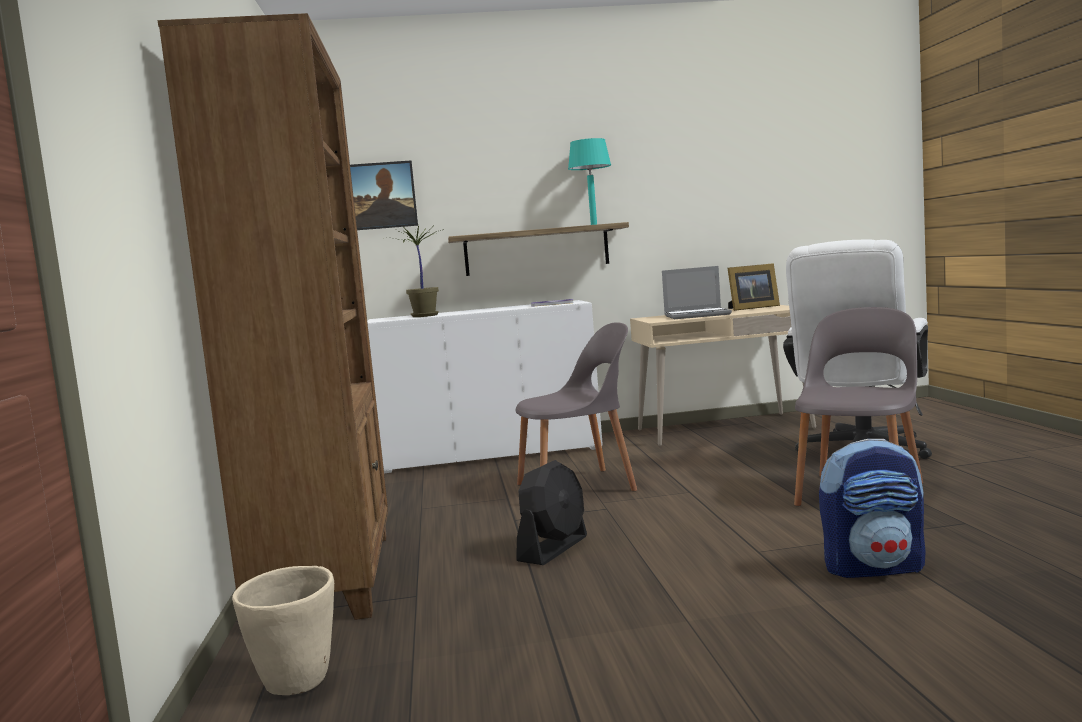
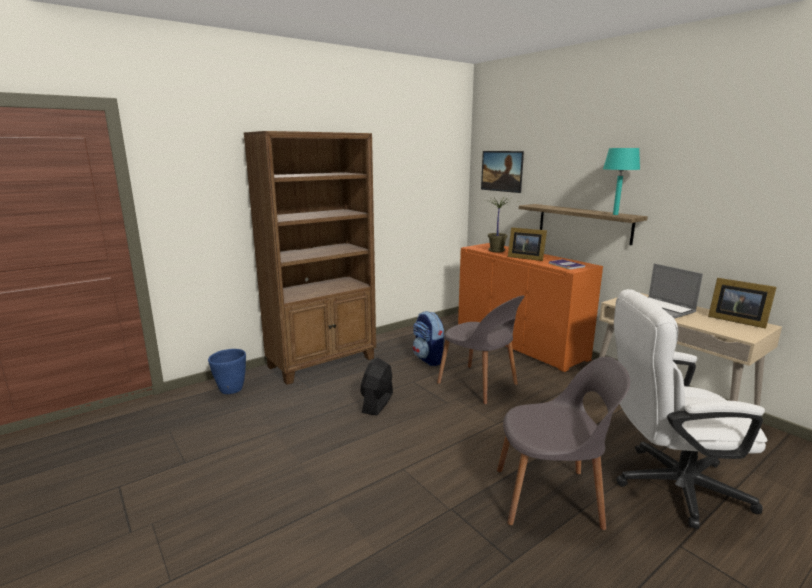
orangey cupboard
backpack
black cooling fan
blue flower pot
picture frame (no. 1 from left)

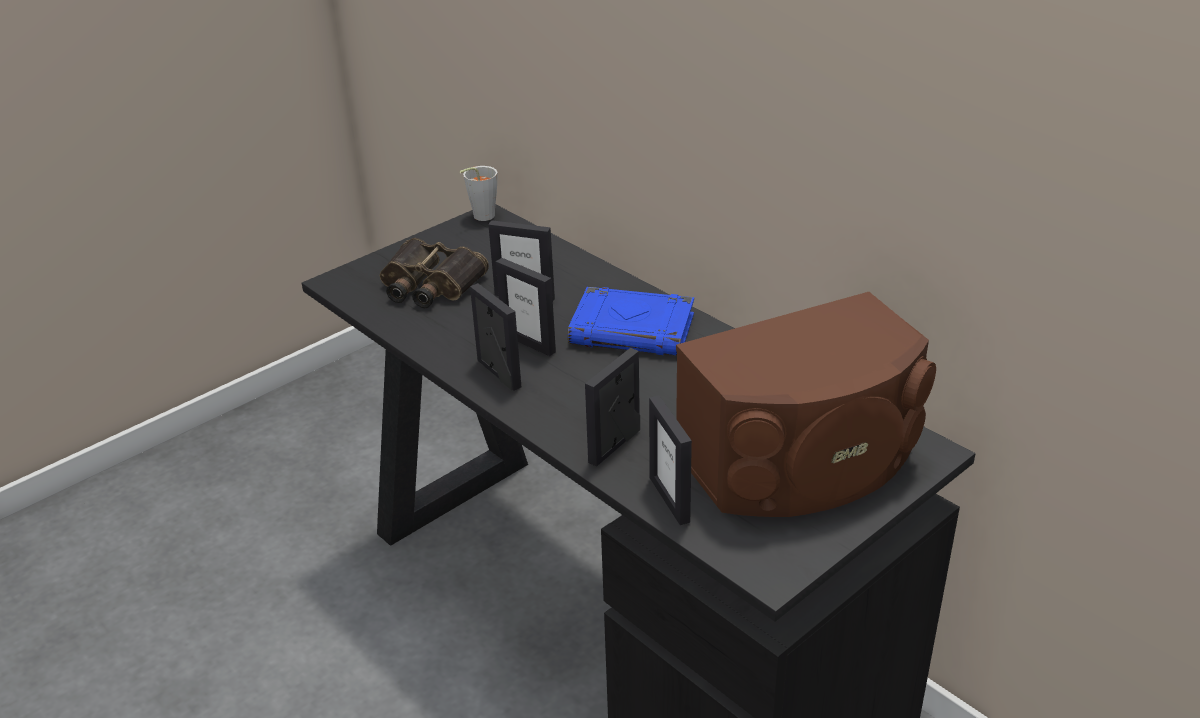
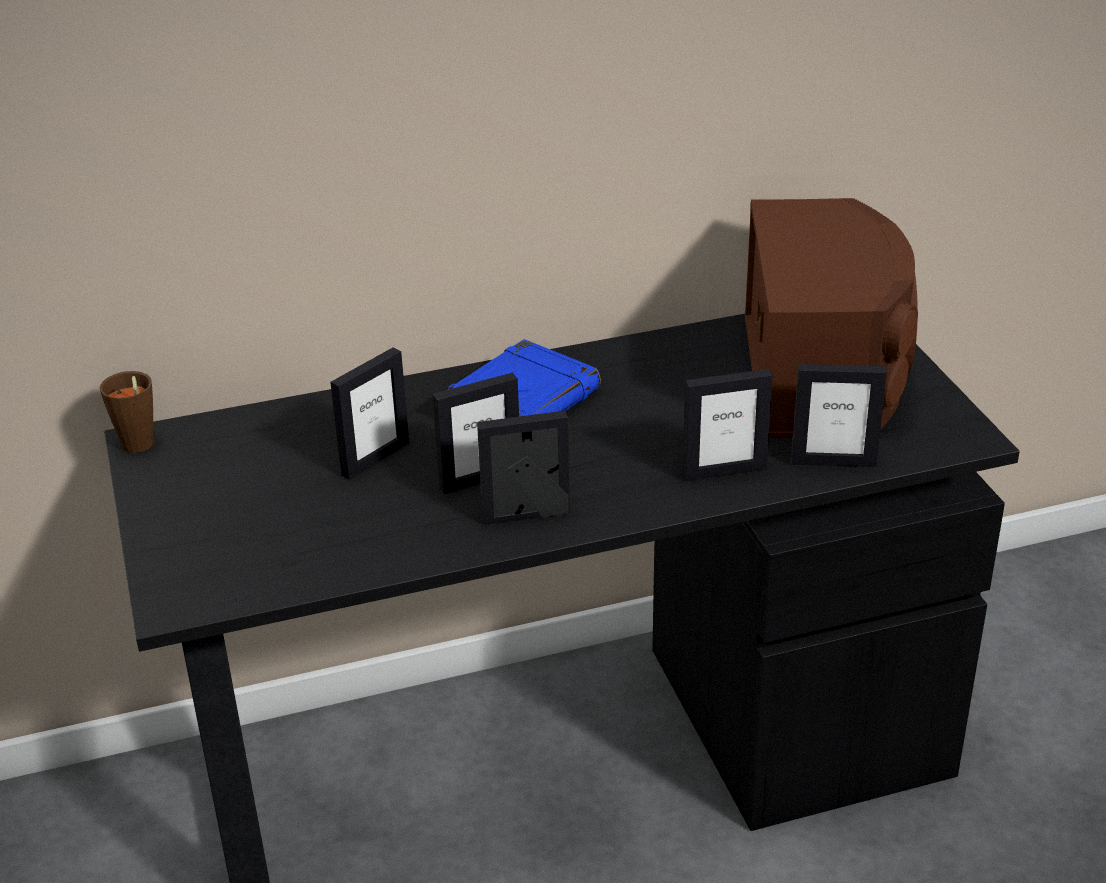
brown-coloured drinking cup
field glasses
picture frame (no. 4 from left)

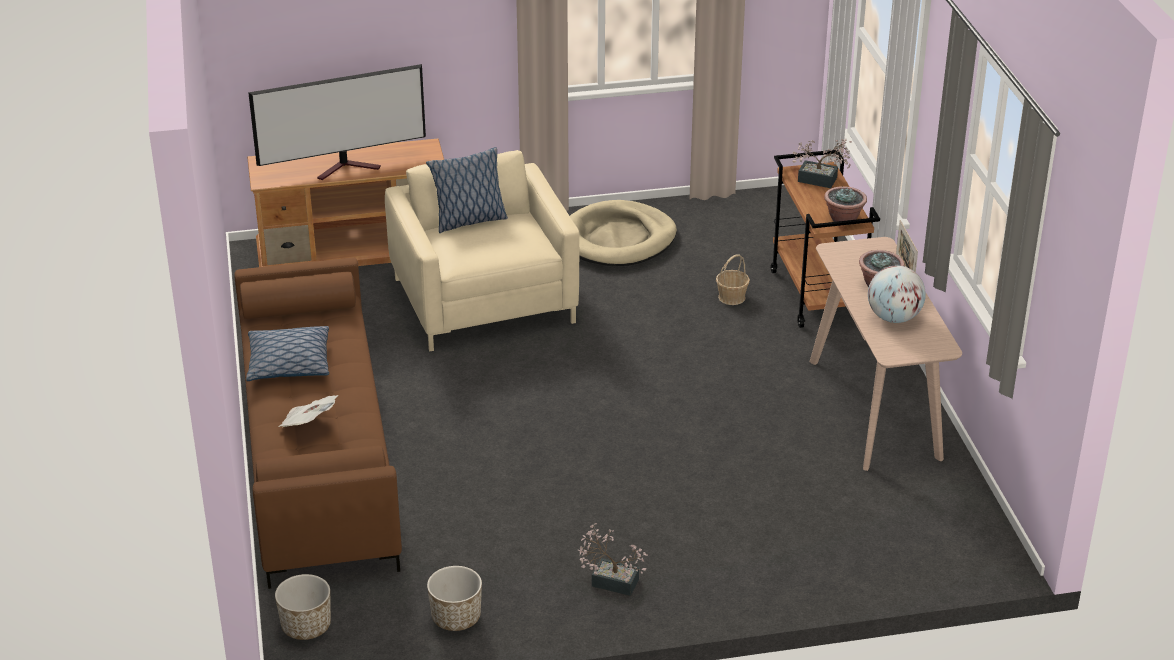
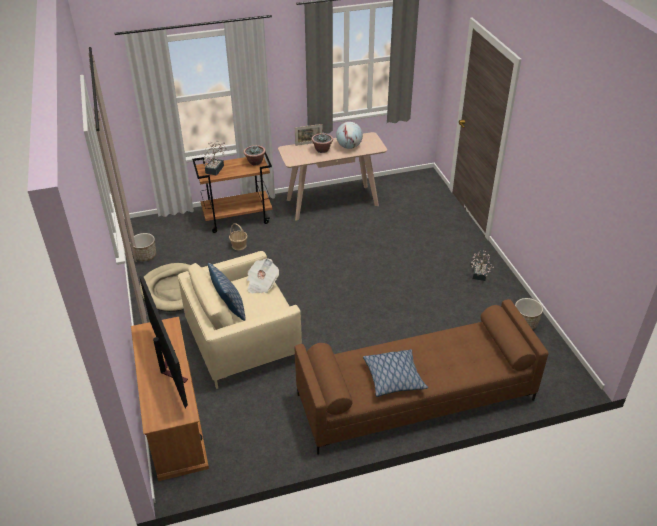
daily paper
flower pot (no. 1 from left)

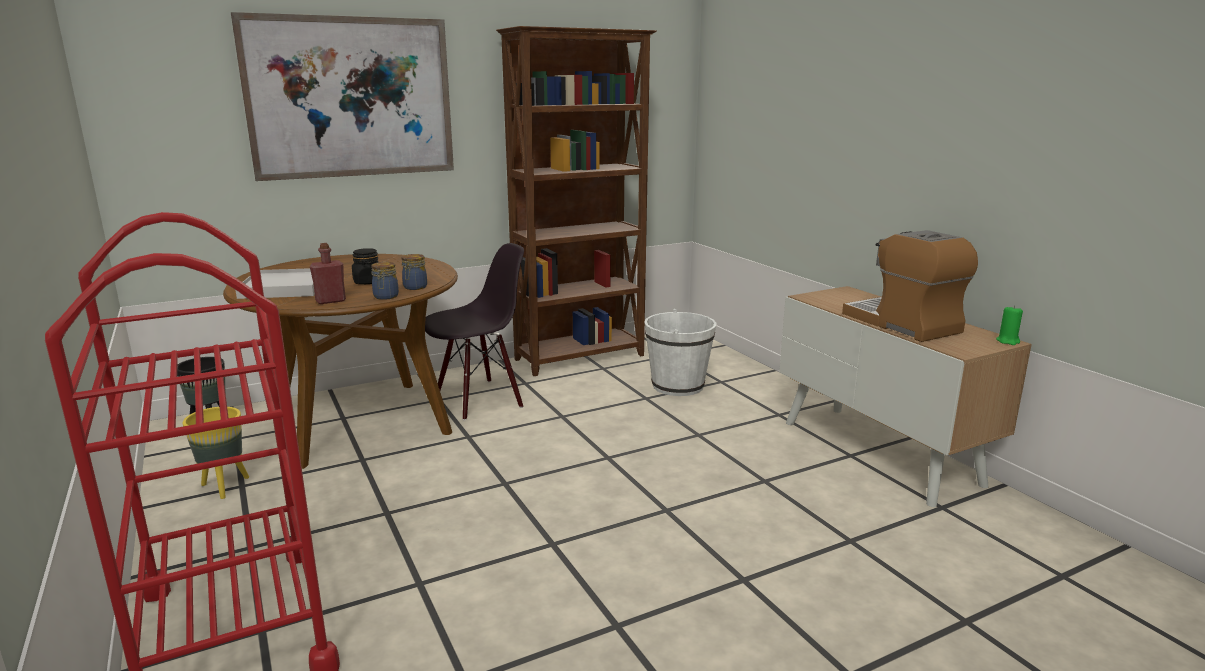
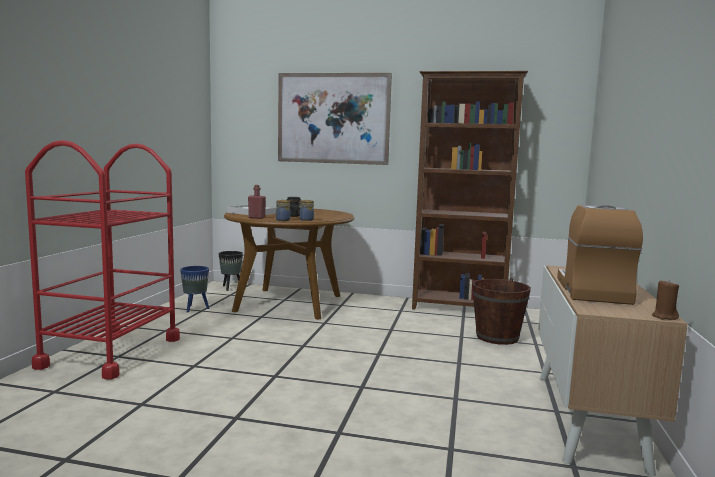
black chair
brown-coloured wax candle
brown-coloured pail
blue flower pot

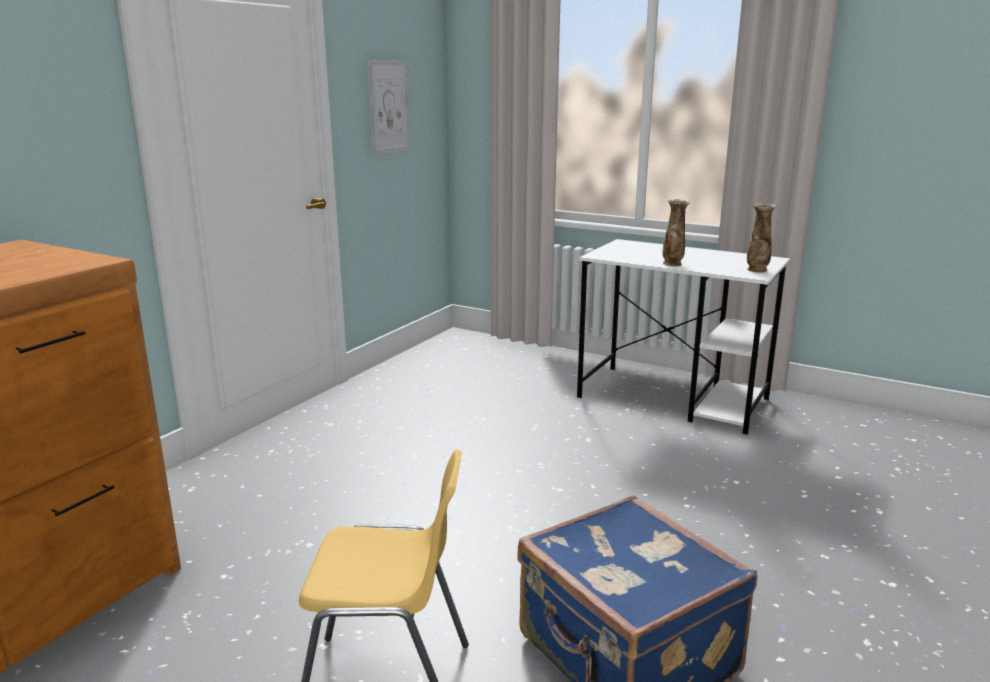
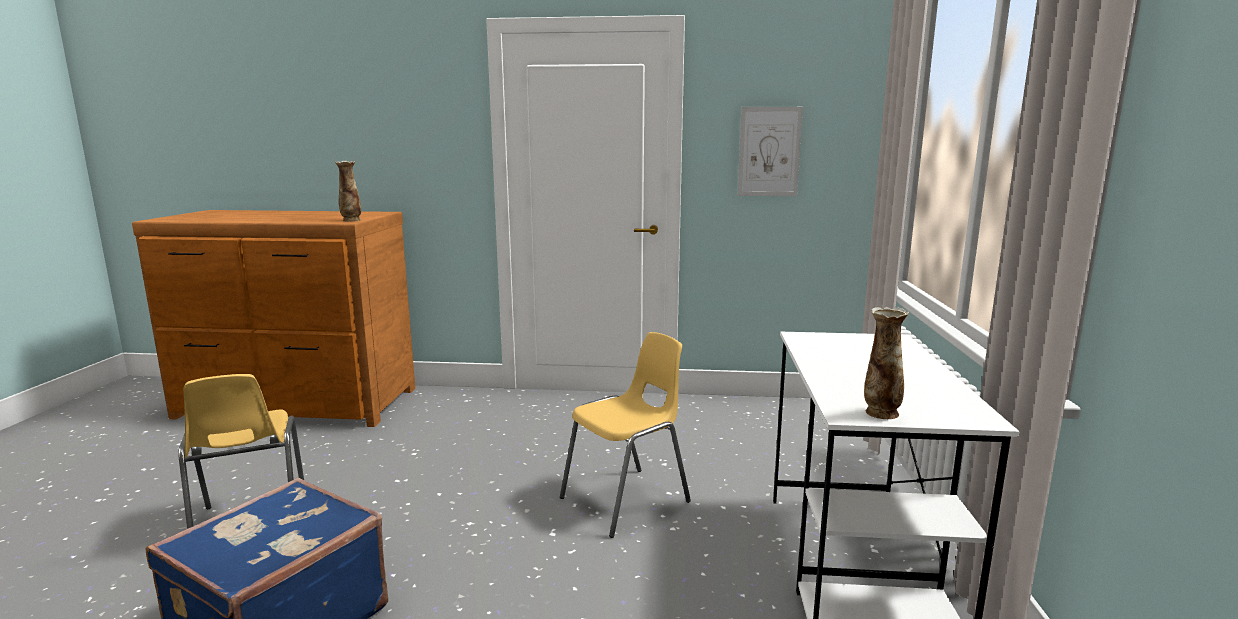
flower vase (no. 1 from left)
yellow-coloured chair (no. 2 from left)

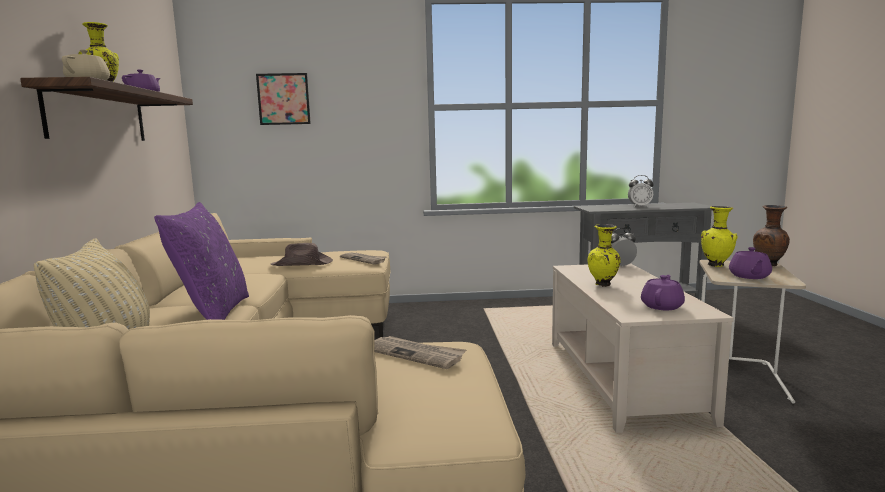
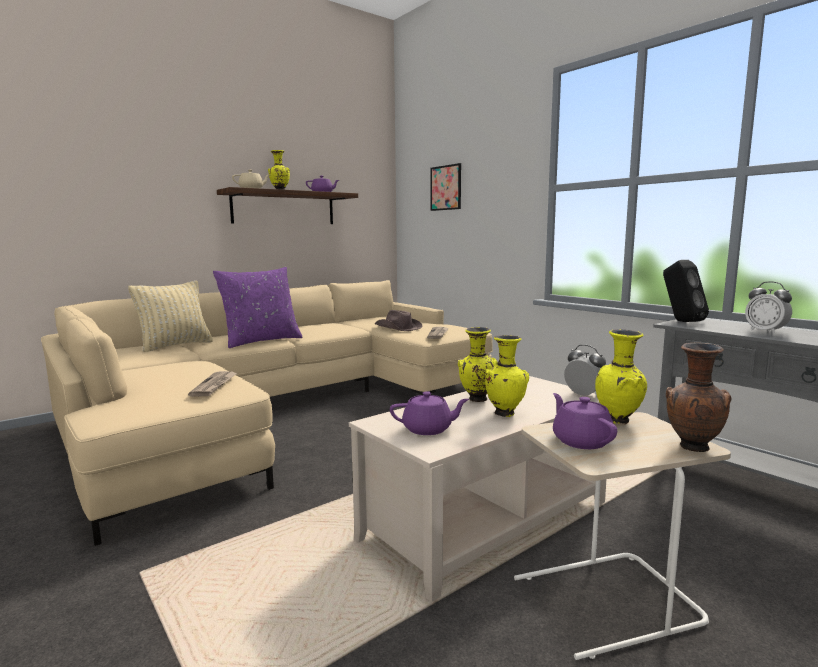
purplish teapot (no. 3 from left)
black speaker
yellow-coloured flower vase (no. 3 from left)

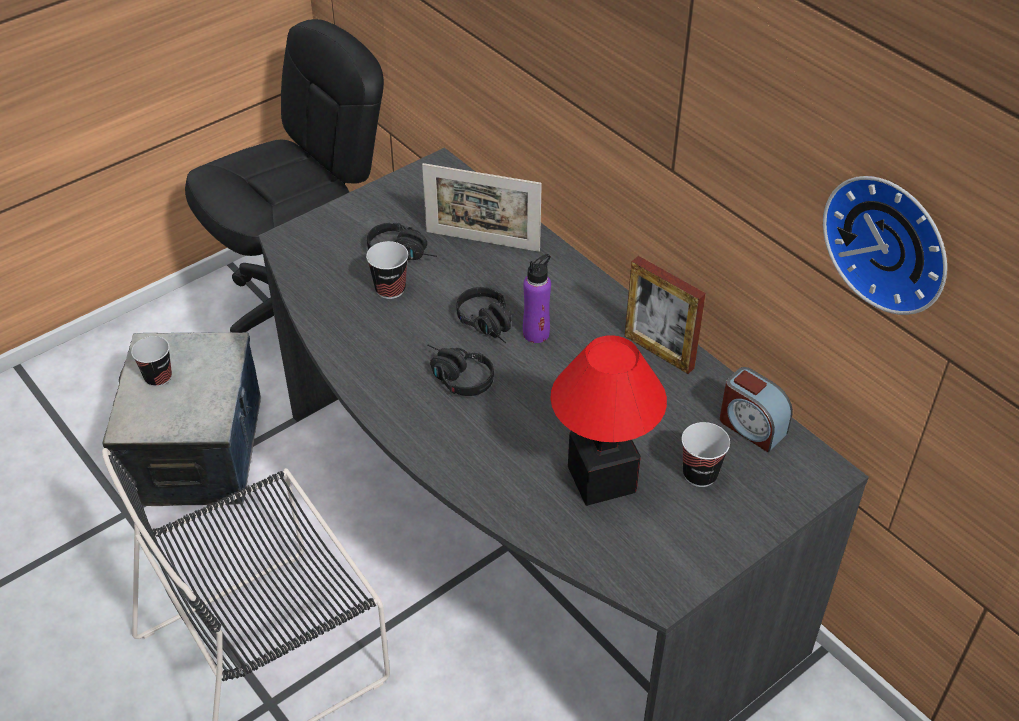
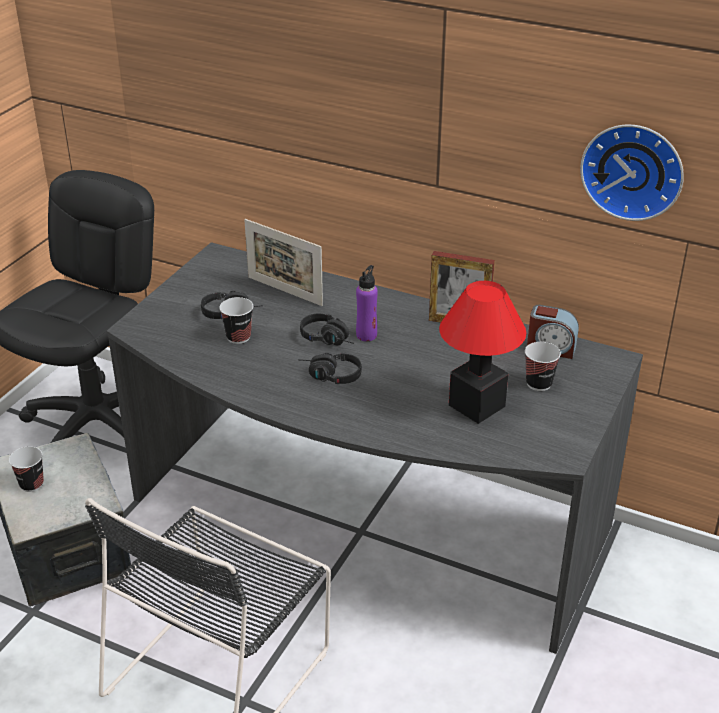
picture frame (no. 1 from left)

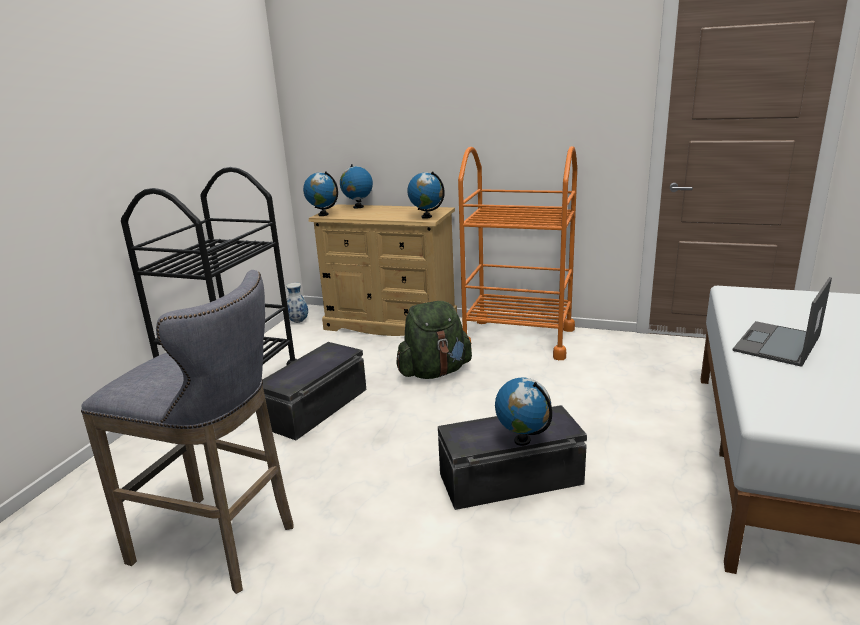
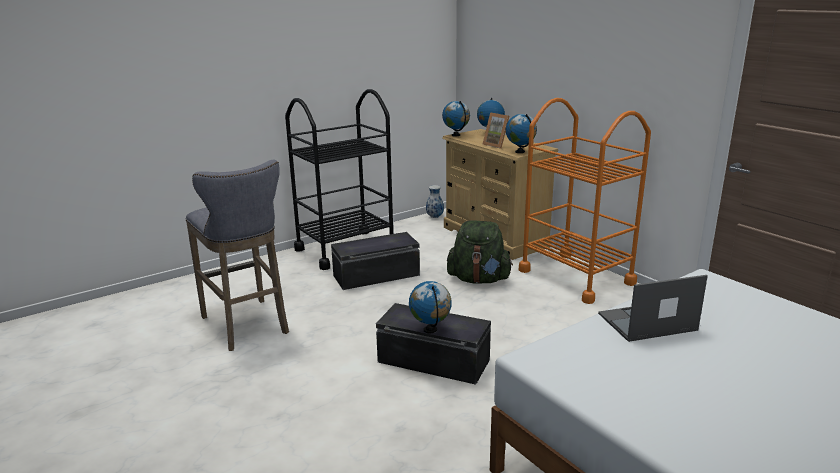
picture frame

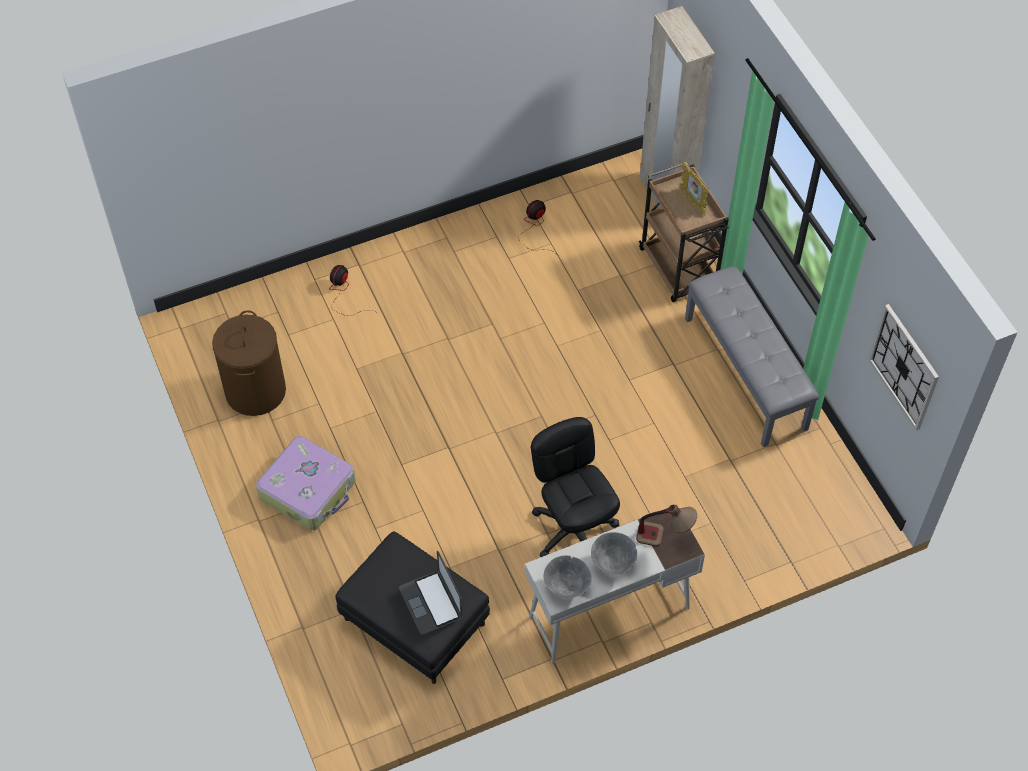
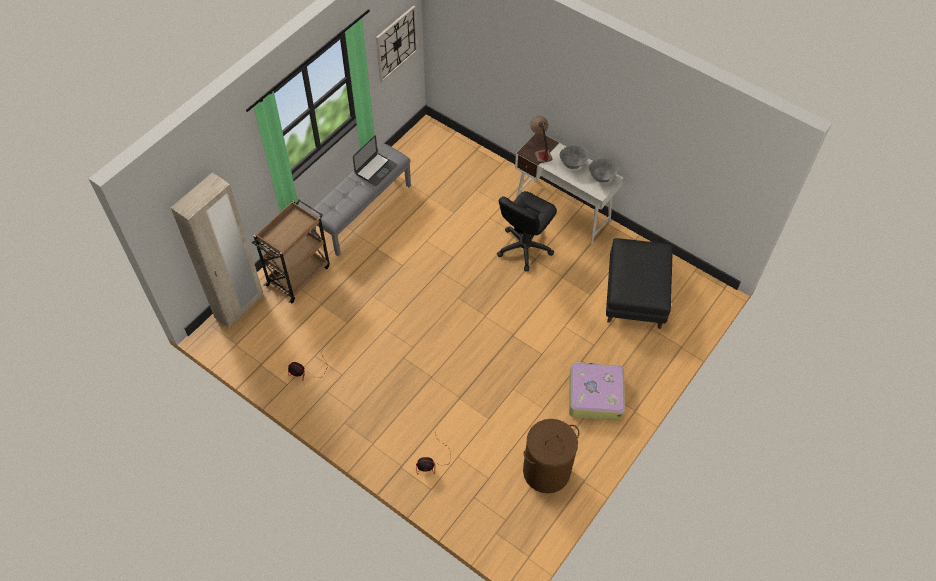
picture frame
notebook computer

